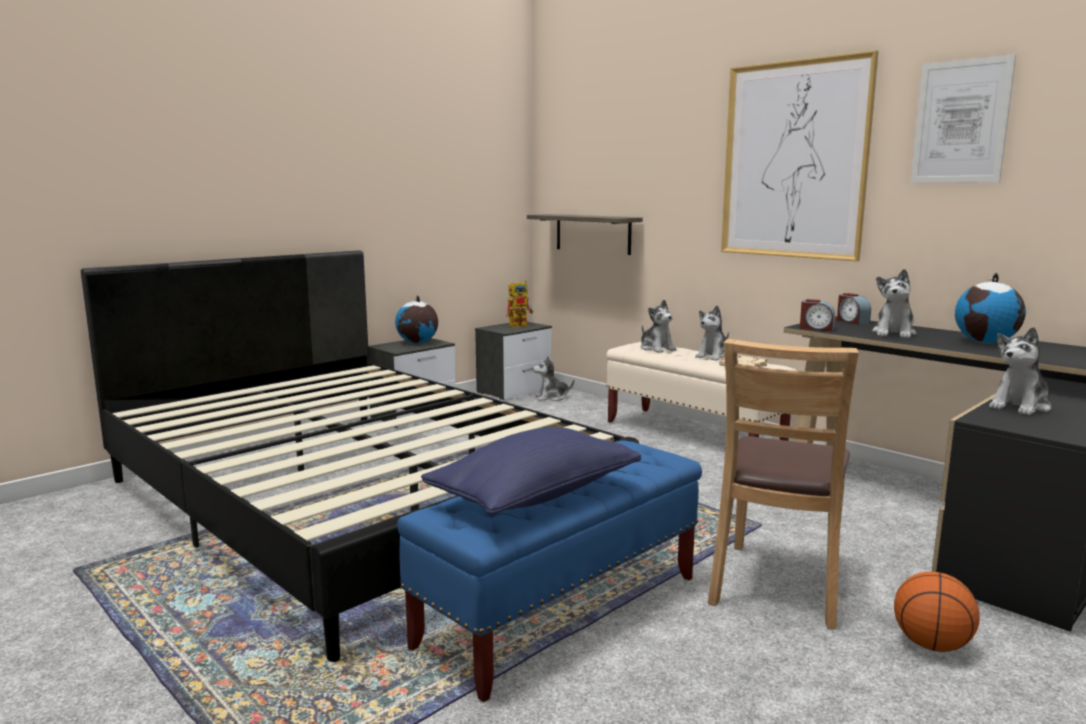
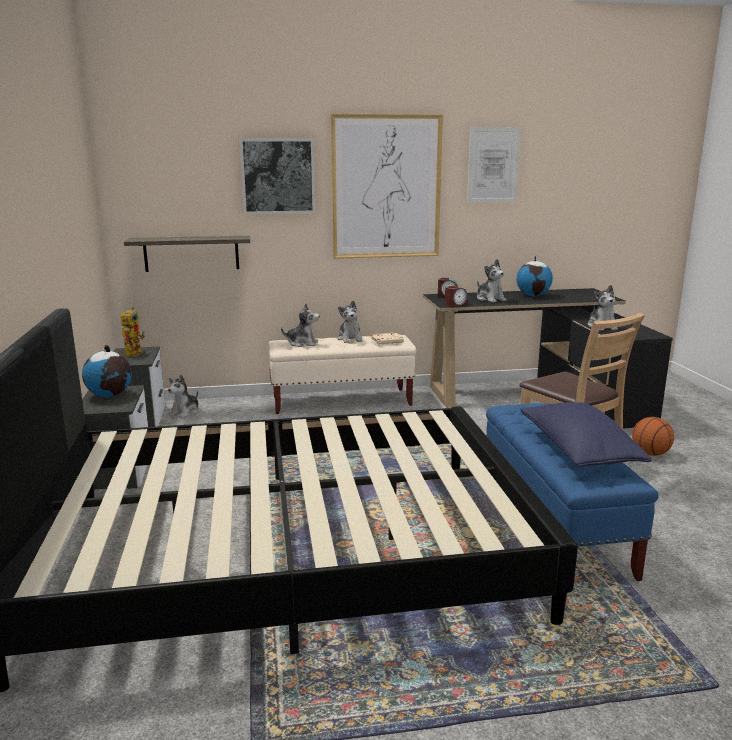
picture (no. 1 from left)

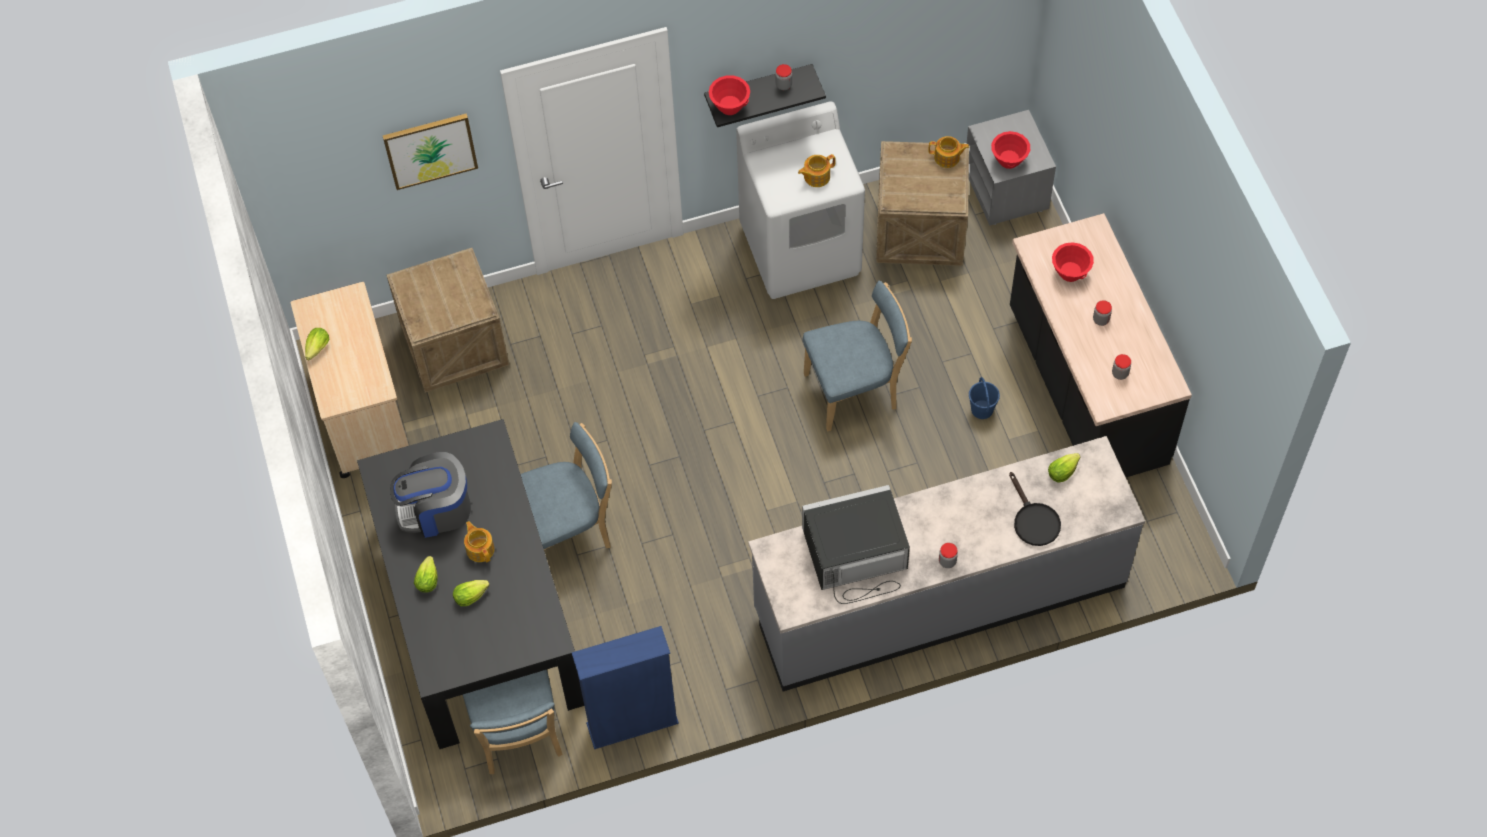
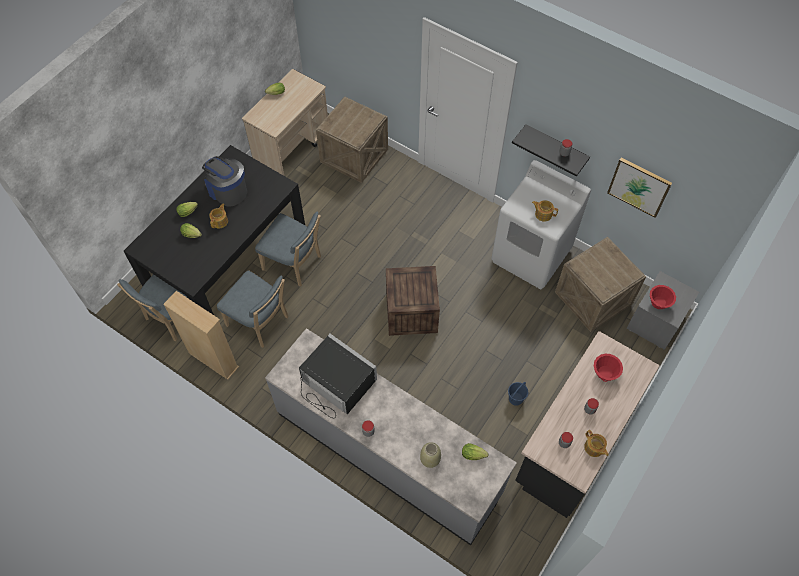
reddish bowl (no. 1 from left in the first image)
picture
teapot (no. 3 from left)
blue chair (no. 2 from left)
beige flower vase
beige bookcase
packing crate (no. 2 from left)

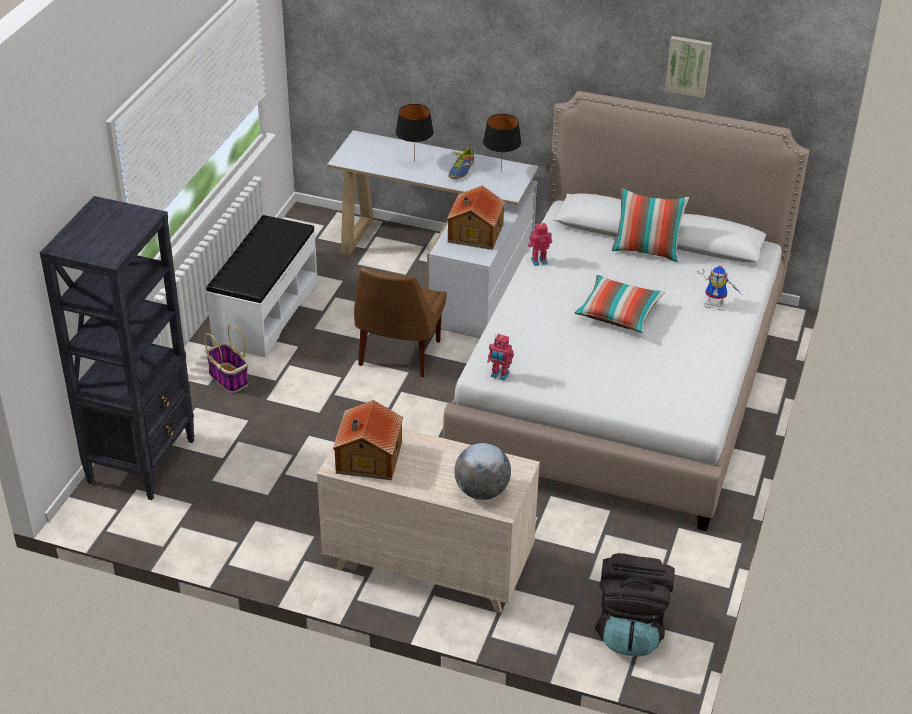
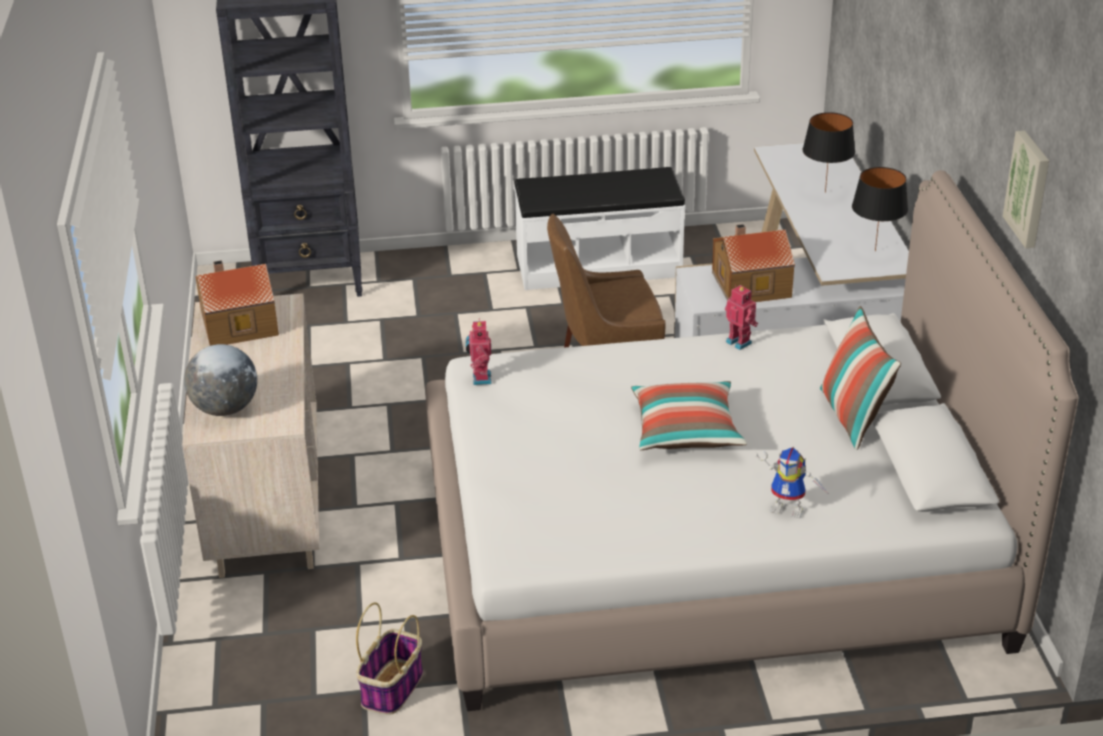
low shoe
robot figure (no. 3 from left)
basket
black backpack

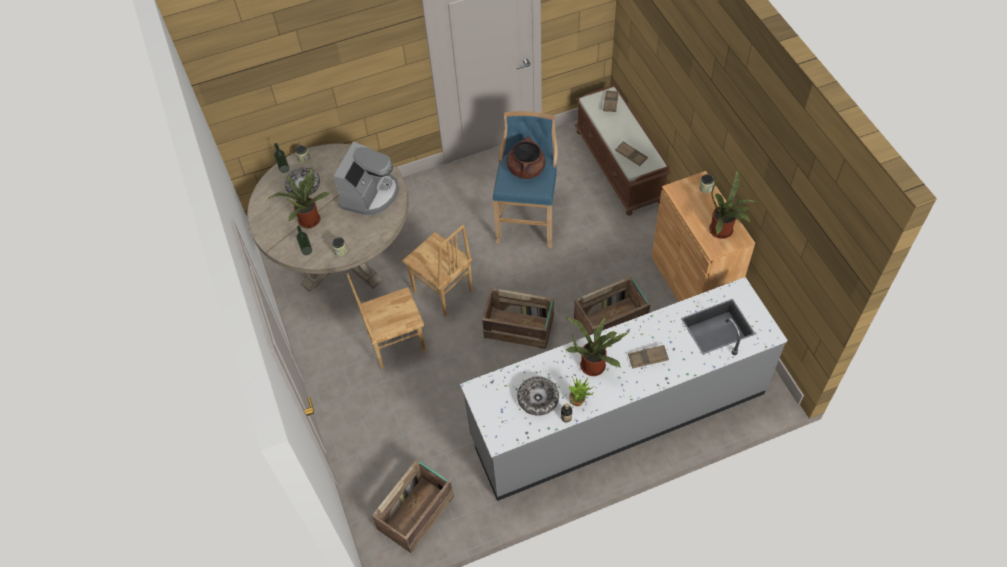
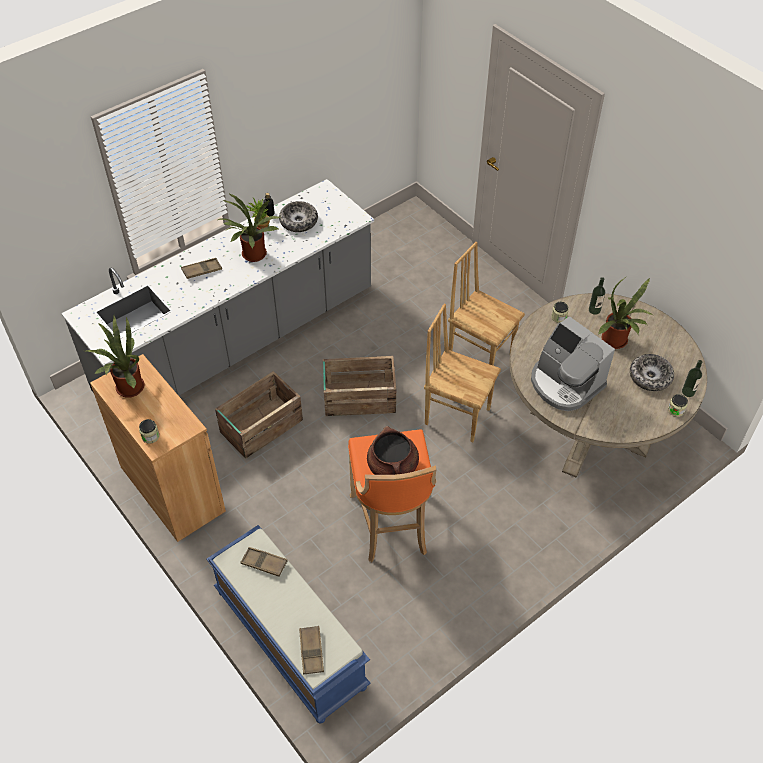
blue long seat
orangey sitting stool
coffee maker
brown-coloured chair (no. 2 from left)
packing crate (no. 1 from left in the first image)

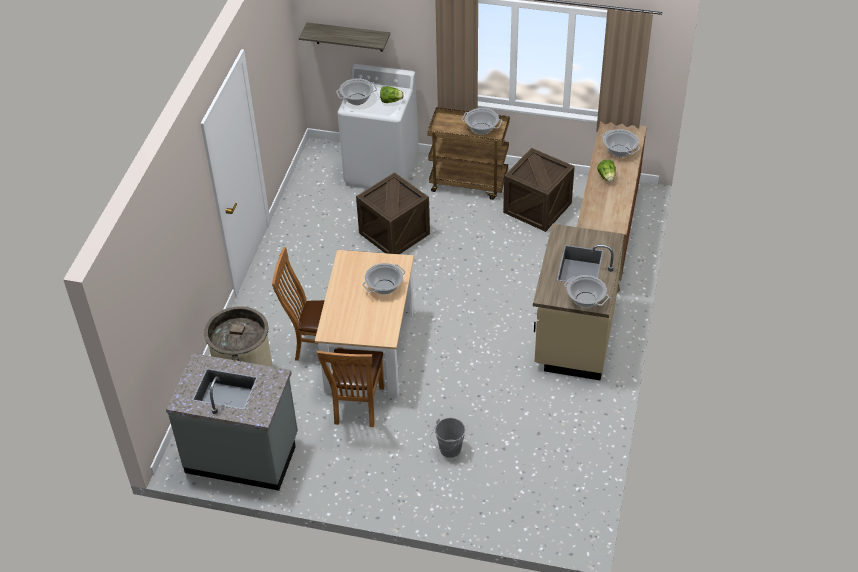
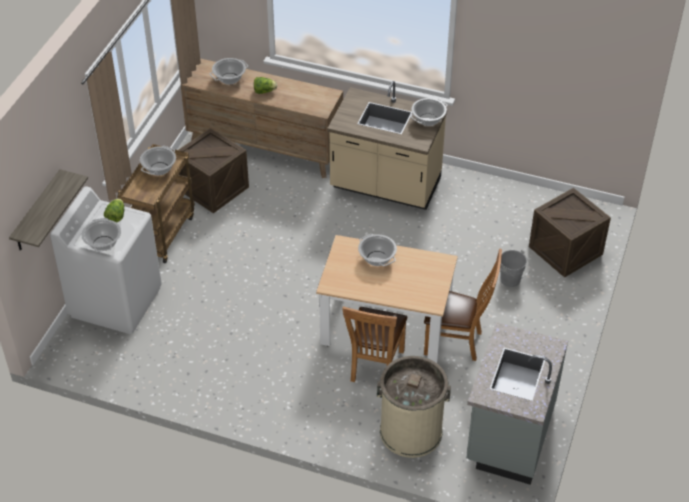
packing crate (no. 2 from left)

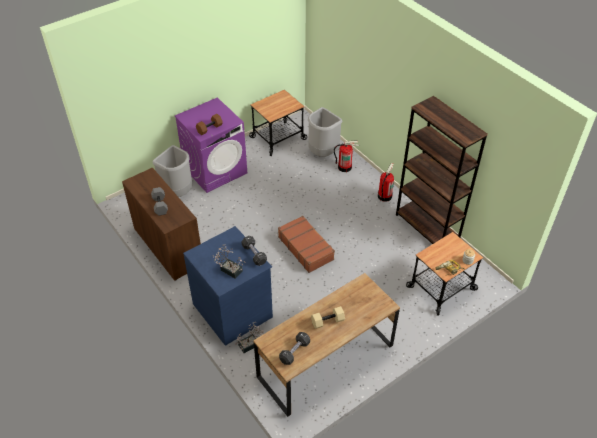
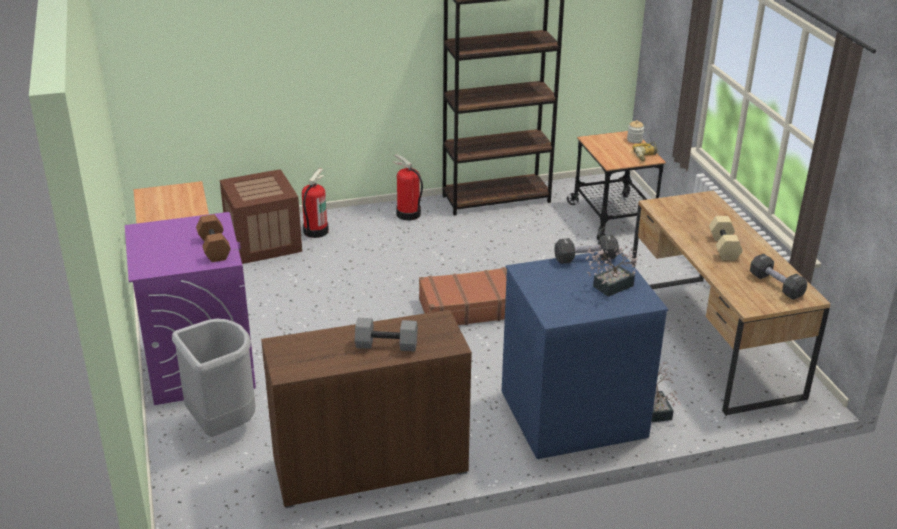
packing crate

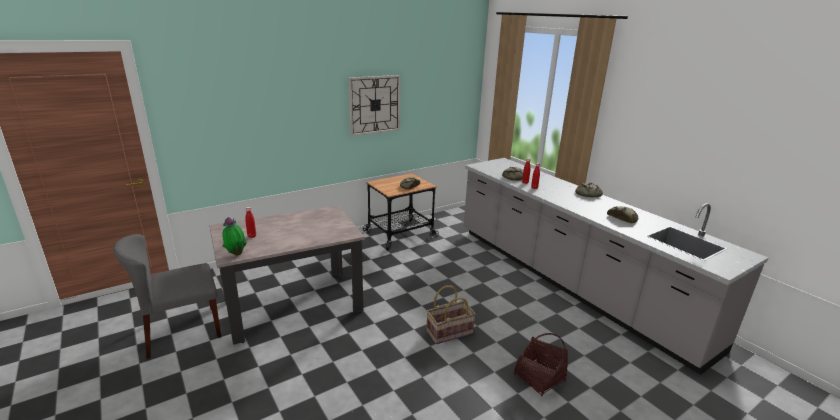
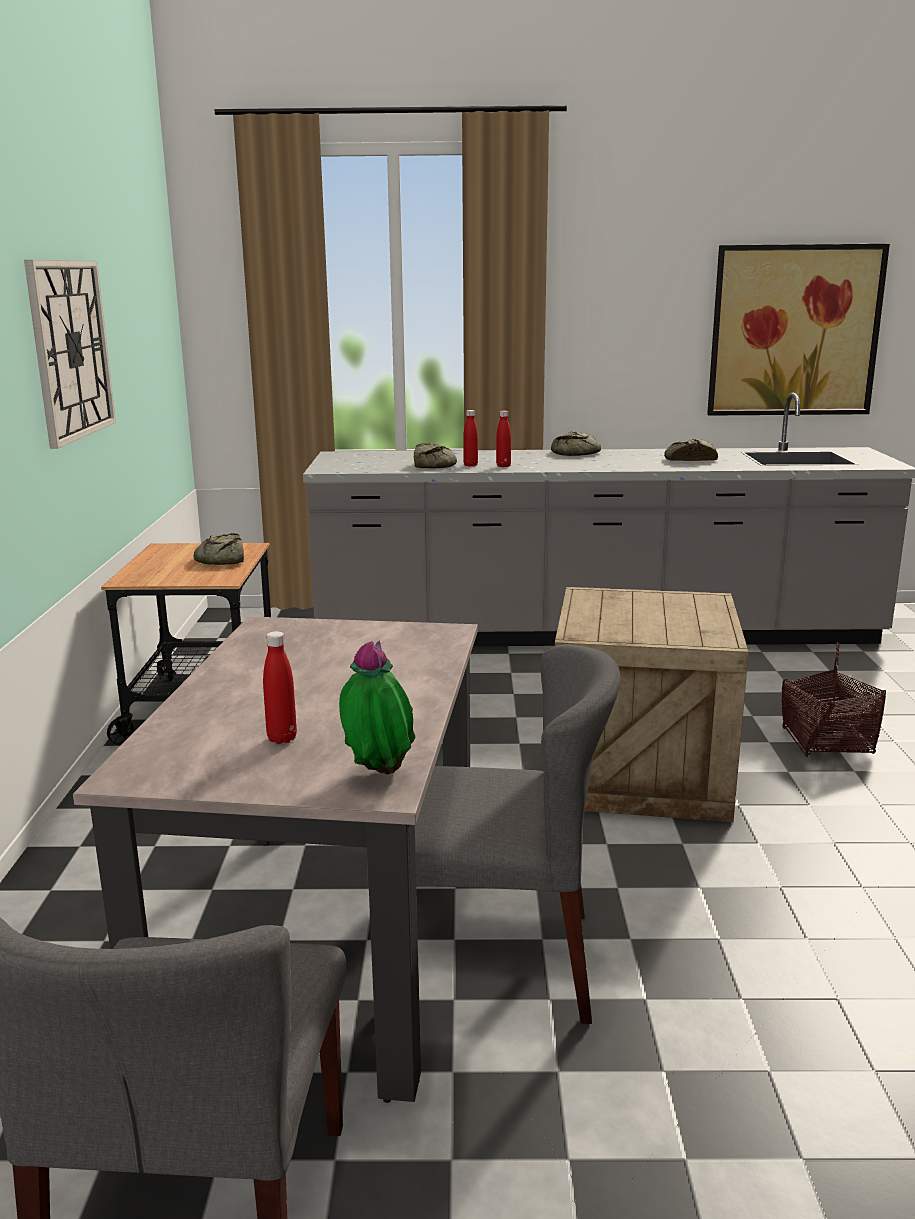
packing crate
picture
greyish chair (no. 2 from left)

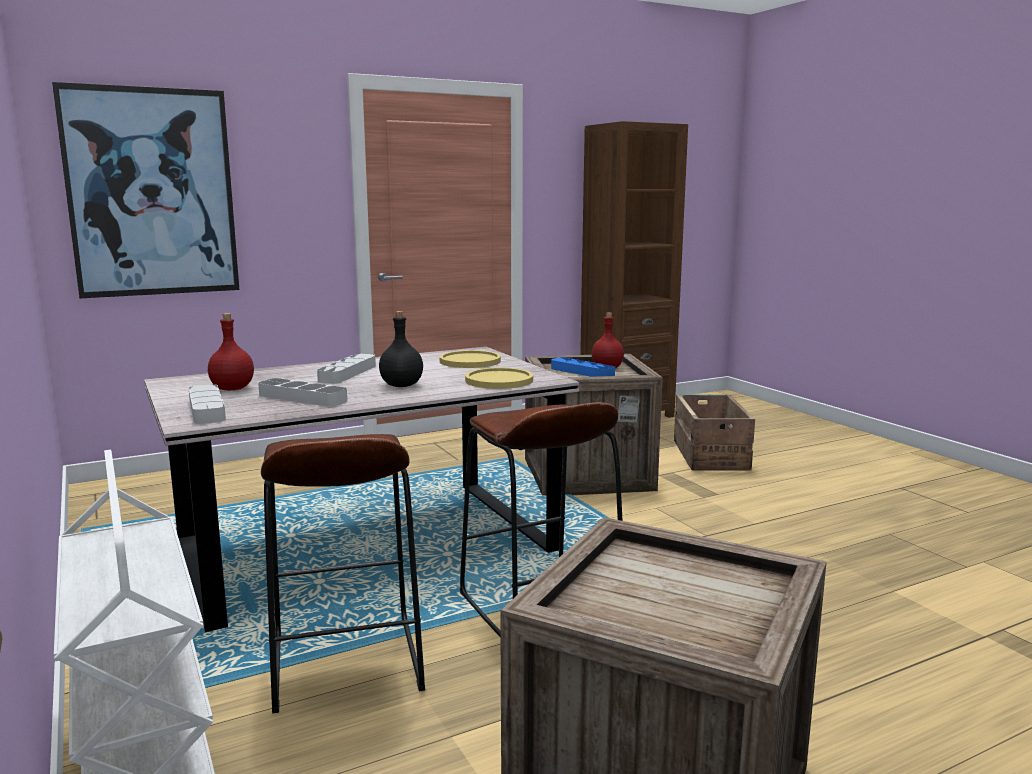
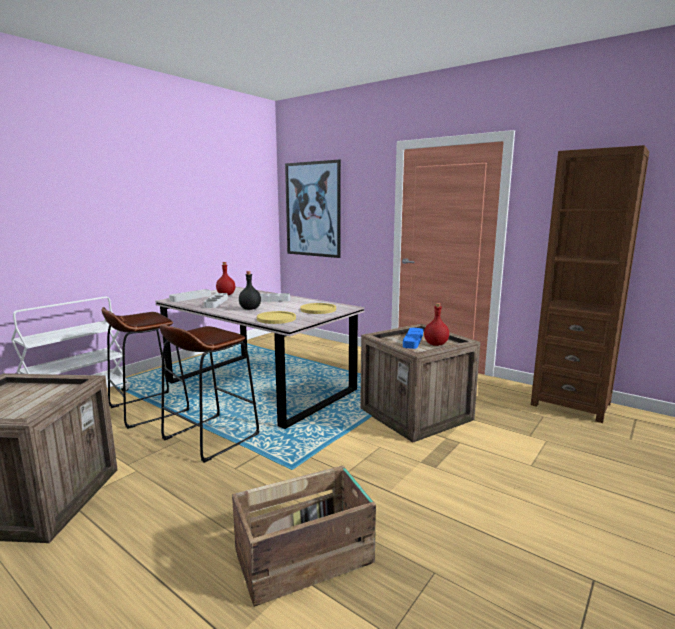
packing crate (no. 2 from left)

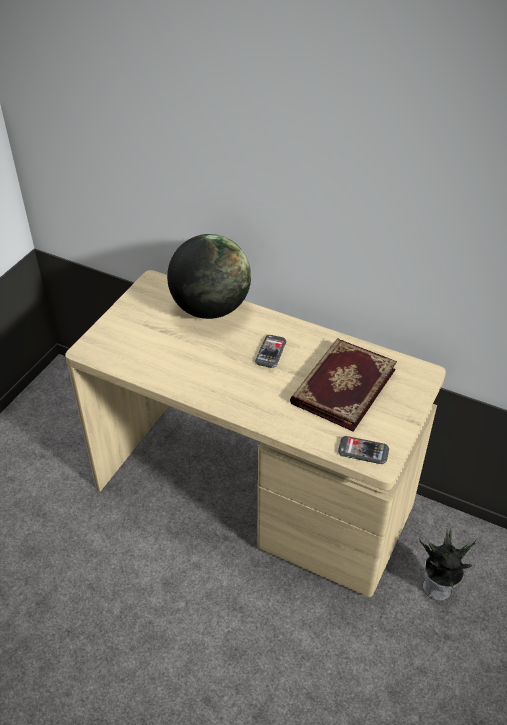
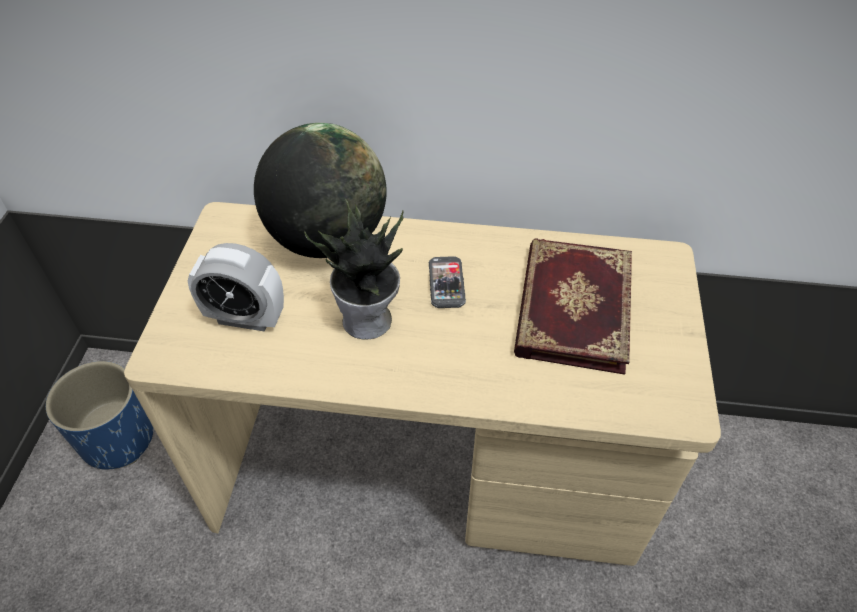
phone (no. 2 from left in the first image)
houseplant
alarm clock
blue flower pot

